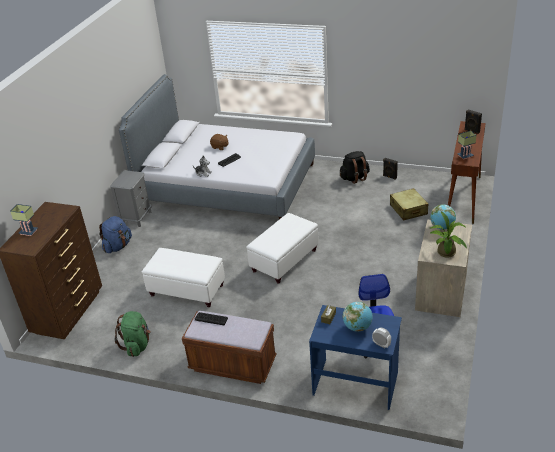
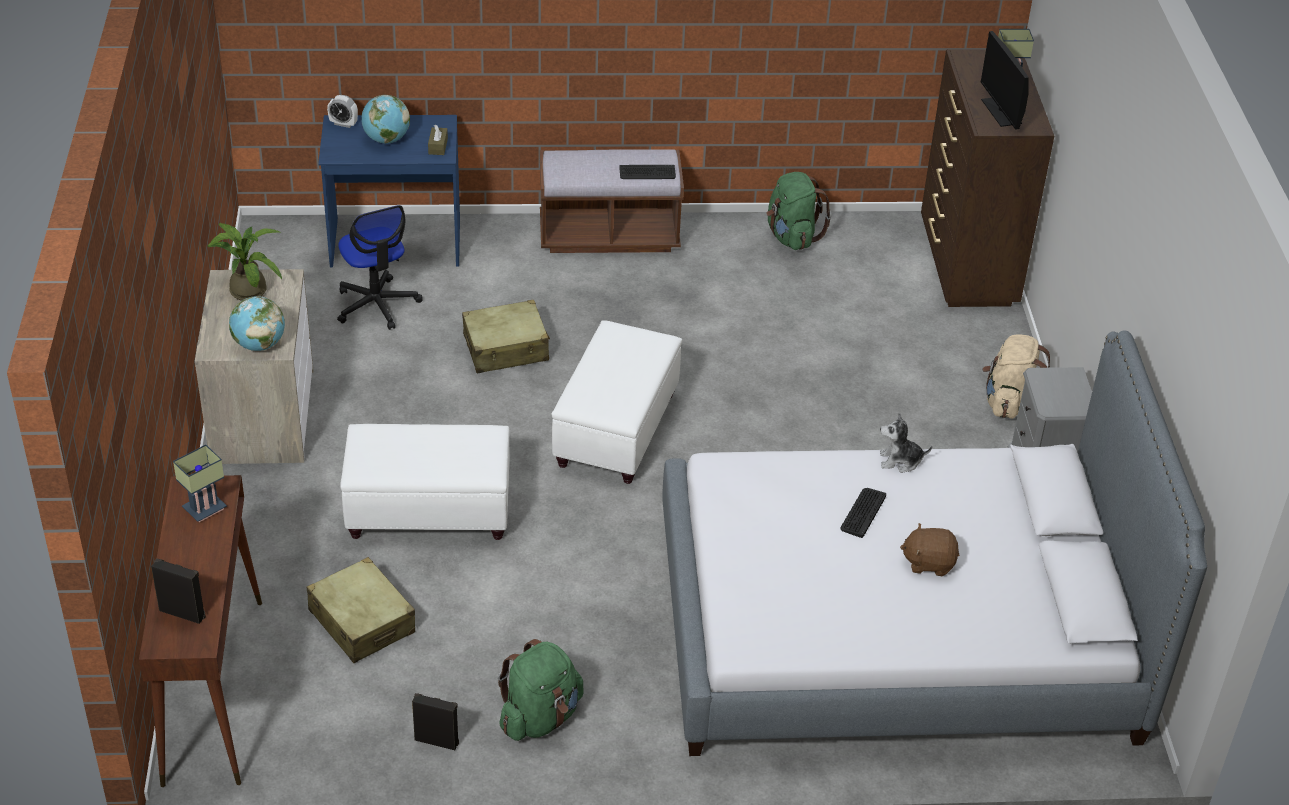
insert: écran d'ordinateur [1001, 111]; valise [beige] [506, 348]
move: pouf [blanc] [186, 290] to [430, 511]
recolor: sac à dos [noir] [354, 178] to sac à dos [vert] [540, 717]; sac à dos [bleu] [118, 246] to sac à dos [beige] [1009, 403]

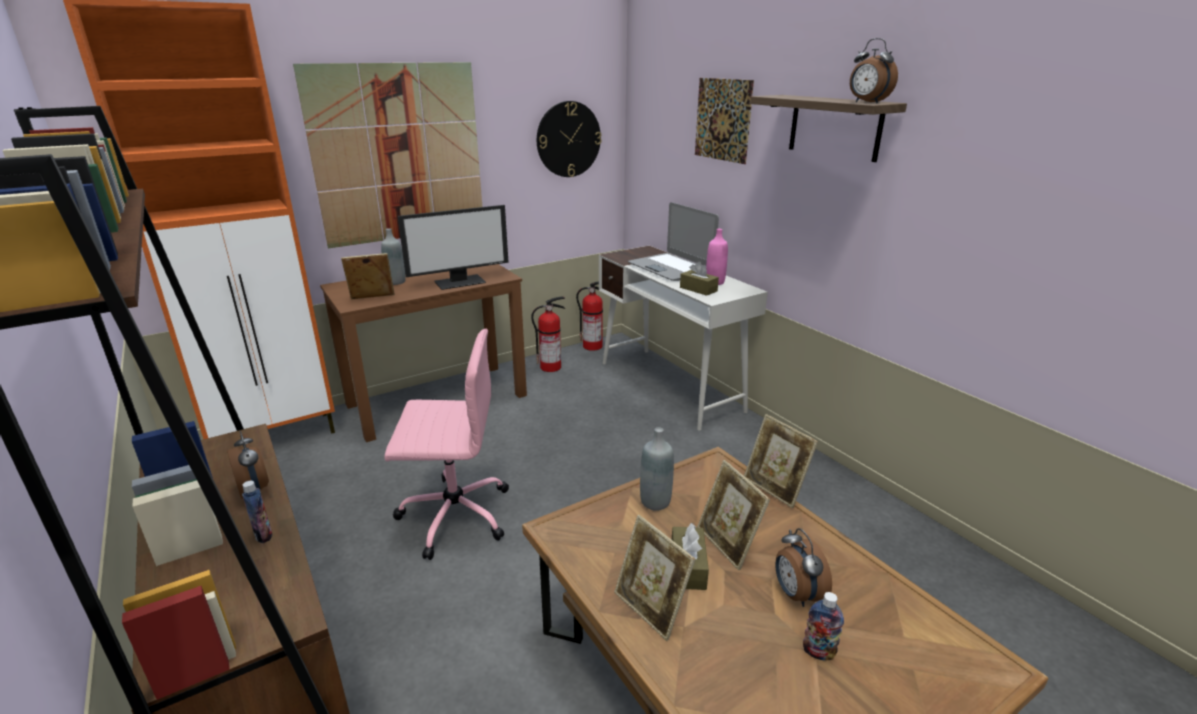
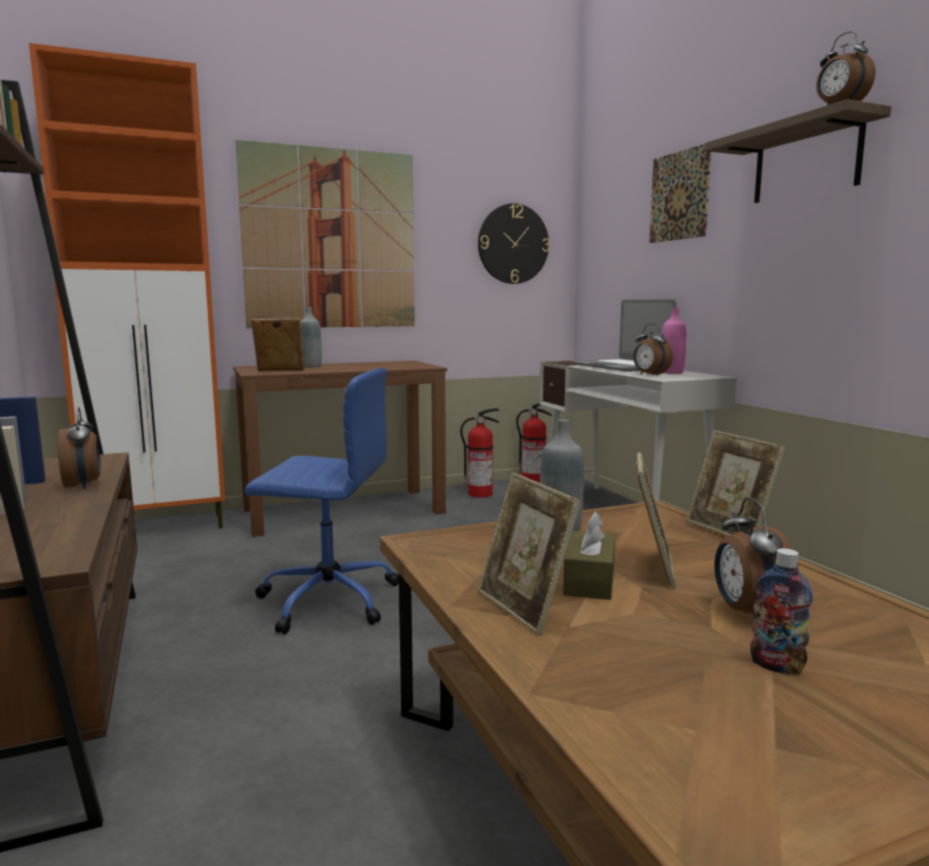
delete: écran d'ordinateur [460, 282]; bouteille [263, 535]
replace: boîte à mouchoirs [marron] [698, 289] to réveil [649, 375]
recolor: chaise de bureau [rose] [453, 515] to chaise de bureau [bleu] [326, 599]
rotate: cadre photo [728, 544] = [652, 567] 150 degrees counterclockwise

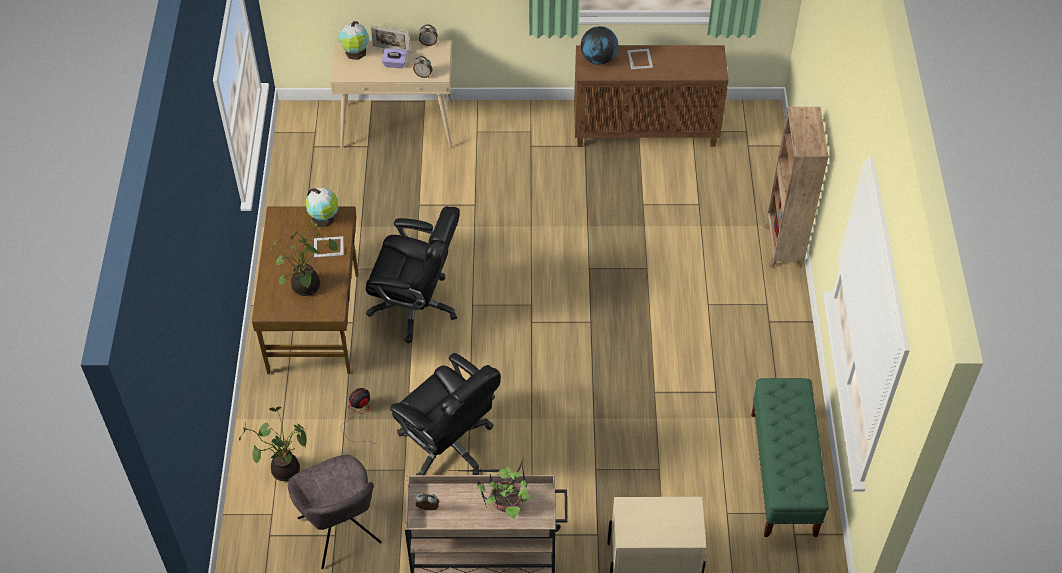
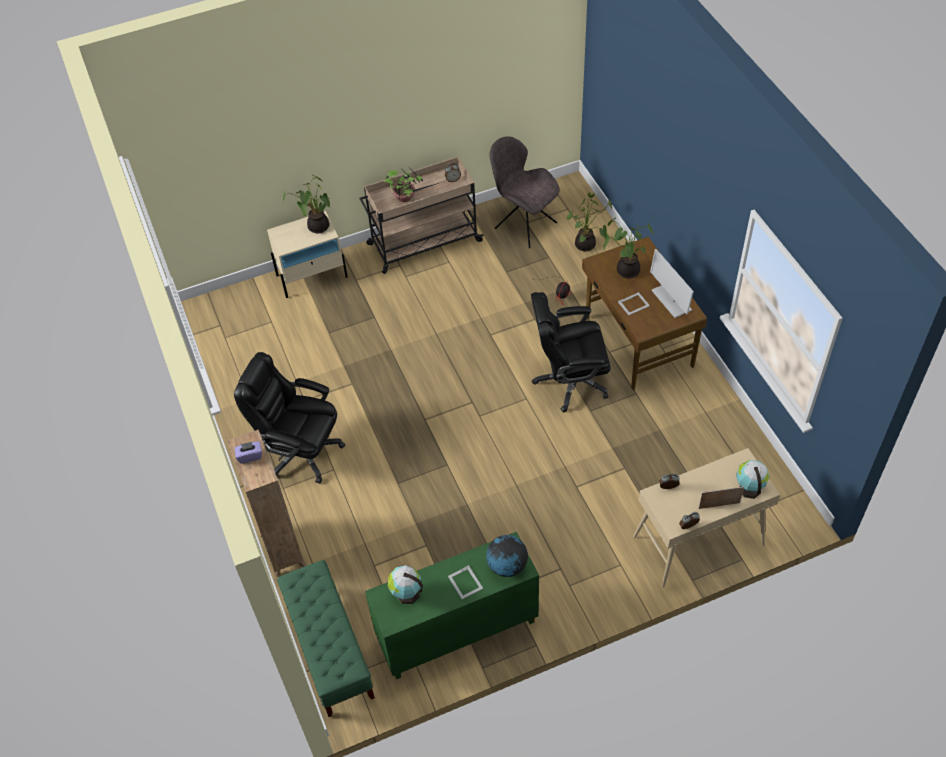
insert: plante en pot [316, 227]; écran d'ordinateur [671, 300]
move: boîte à mouchoirs [violet] [395, 64] to [250, 456]; globe [324, 218] to [406, 593]; chaise de bureau [noir] [448, 445] to [301, 452]; banc [vert] [783, 474] to [330, 650]
recolor: meuble de rangement [marron] [646, 130] to meuble de rangement [vert] [456, 632]

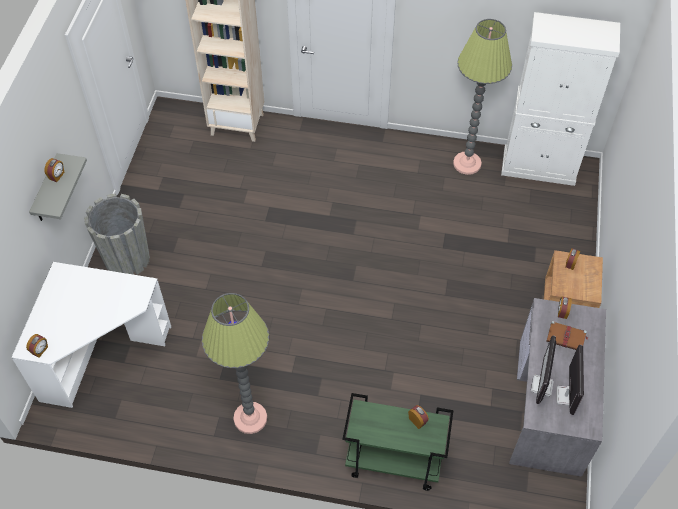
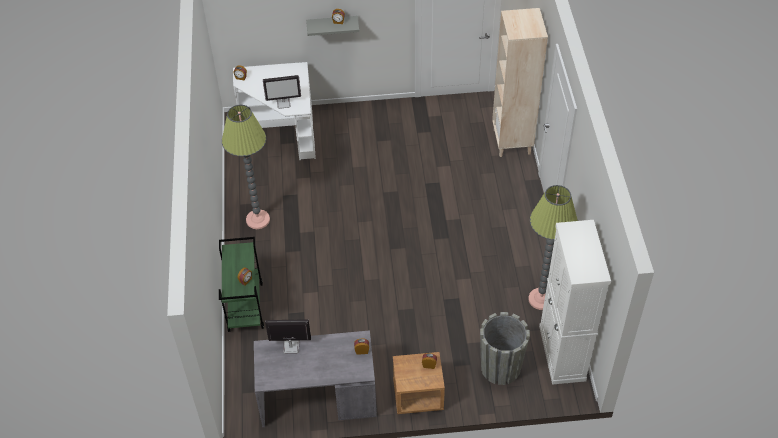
delete: livre [marron] [566, 337]
move: cache-pot [gris] [127, 259] to [500, 368]; écran d'ordinateur [566, 395] to [284, 103]

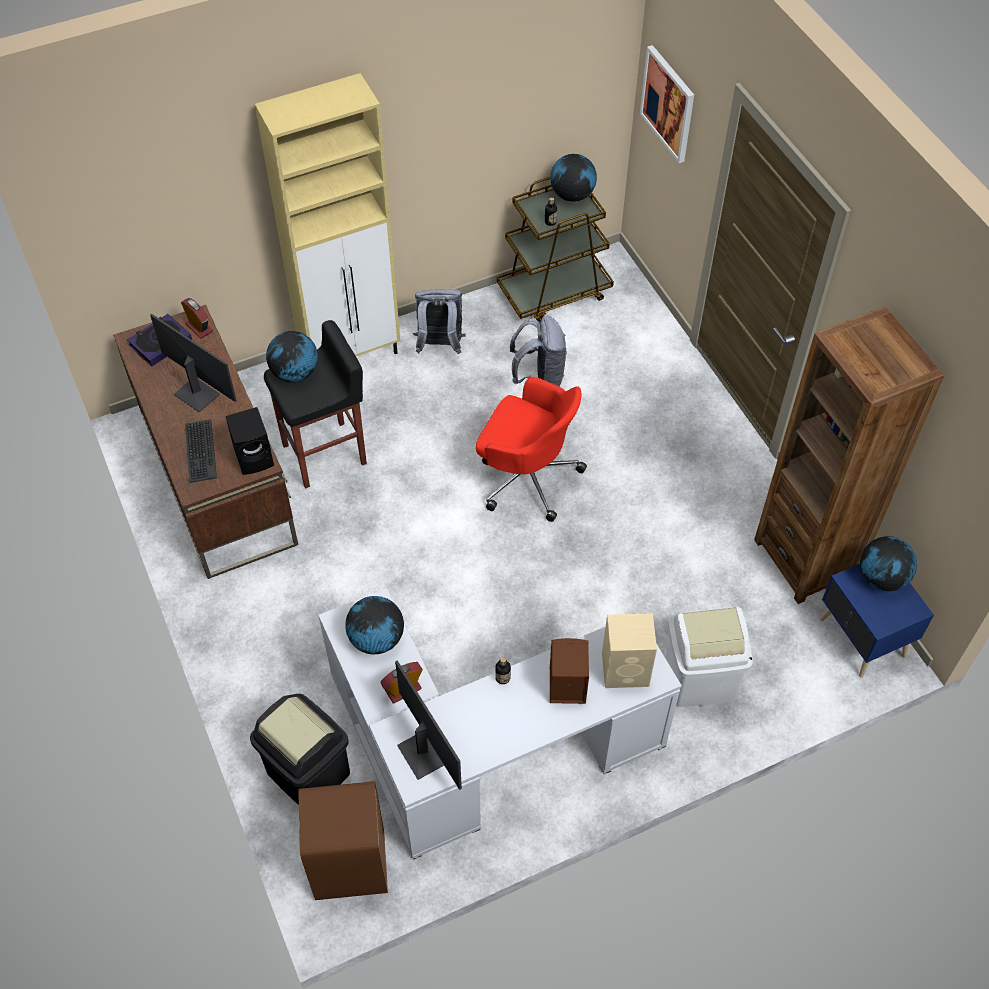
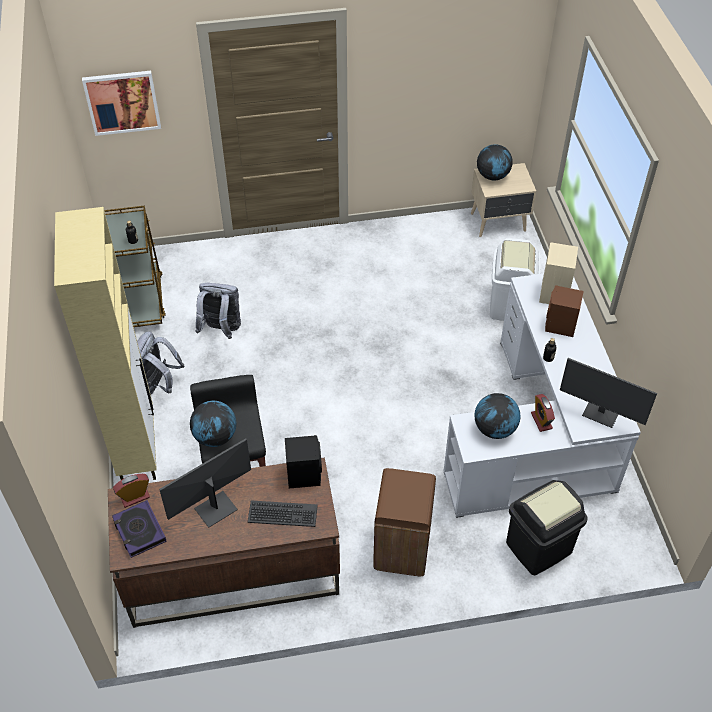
delete: globe [572, 195]; bibliothèque [marron] [805, 559]; chaise de bureau [rouge] [527, 476]
move: poubelle [marron] [349, 865] to [401, 549]
recolor: table de chevet [bleu] [861, 639] to table de chevet [beige] [499, 223]
rotate: écran d'ordinateur [423, 753] = [601, 413] 135 degrees counterclockwise

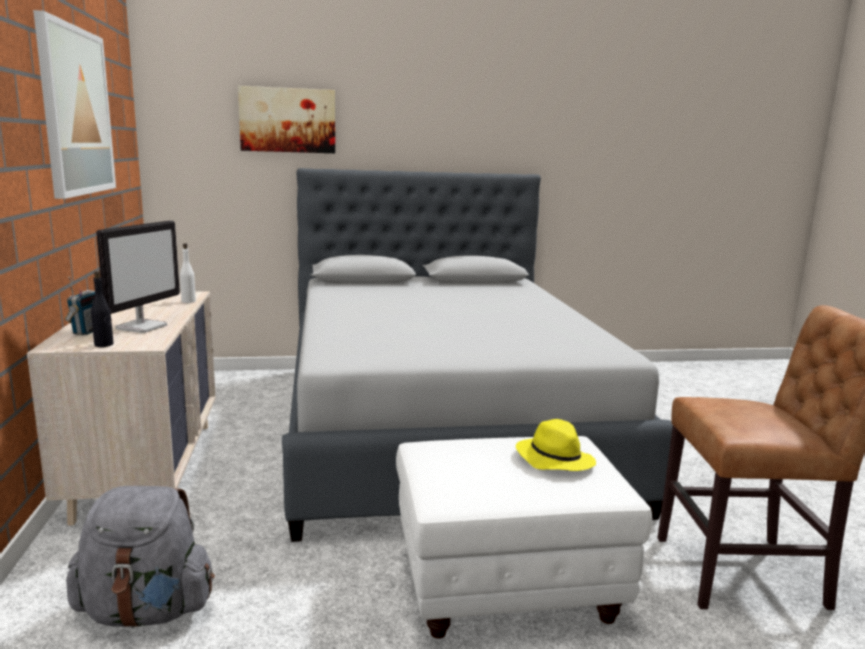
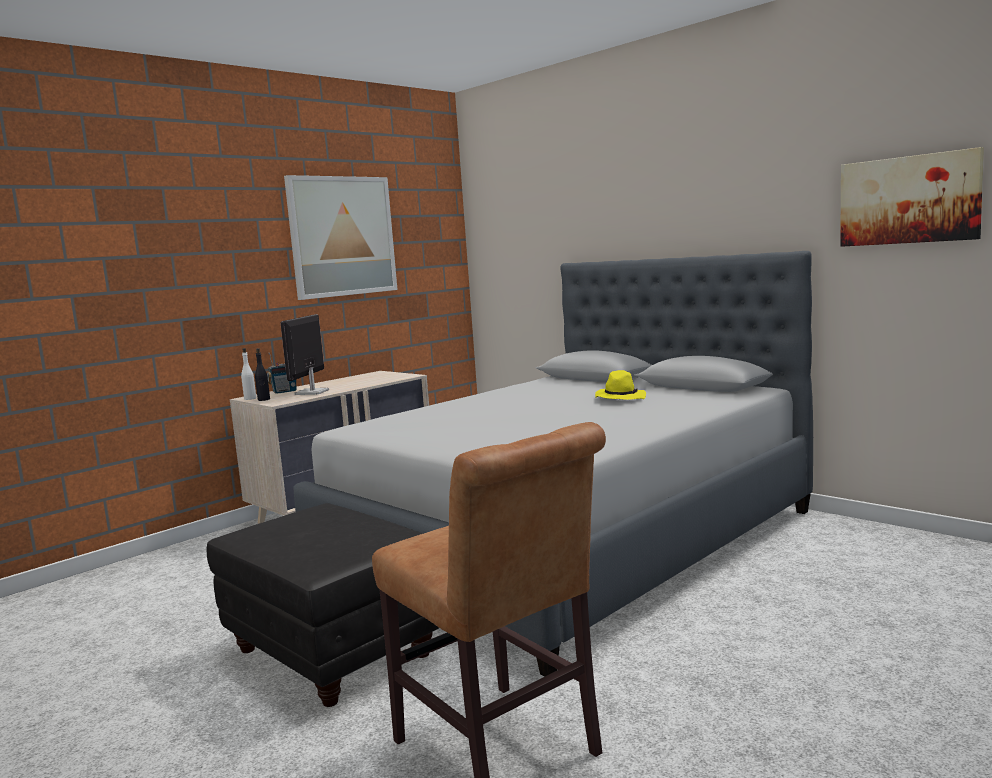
delete: sac à dos [gris] [146, 611]
move: tableau [288, 120] to [908, 200]; bouteille [blanc] [188, 301] to [250, 398]; chapeau [jaune] [553, 459] to [620, 398]
recolor: pouf [blanc] [506, 586] to pouf [noir] [334, 651]
rotate: écran d'ordinateur [142, 327] = [311, 392] 120 degrees clockwise

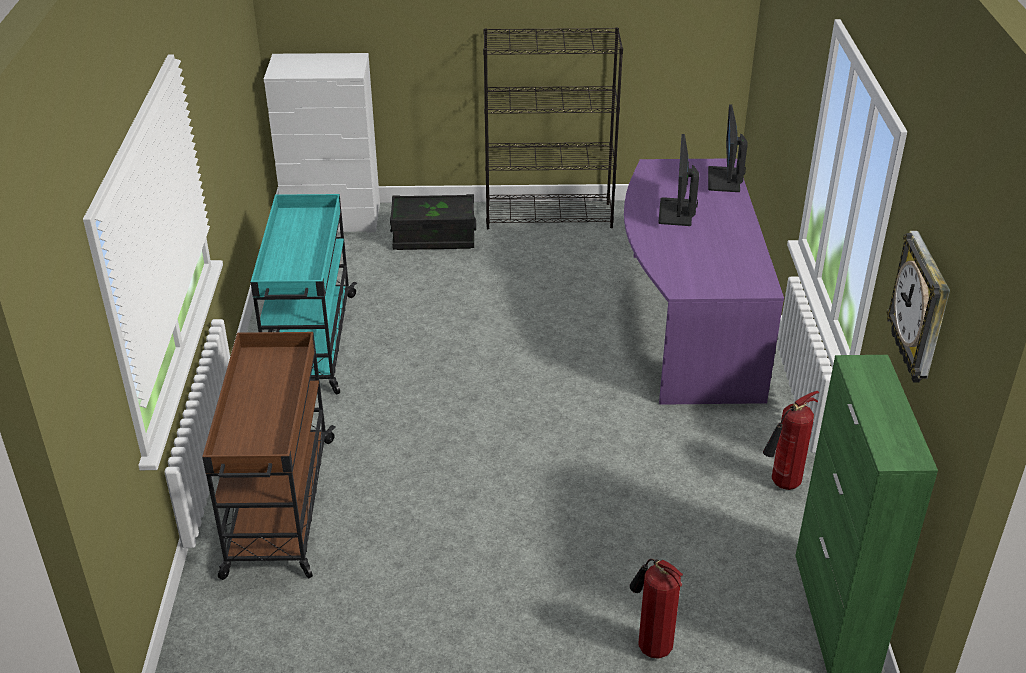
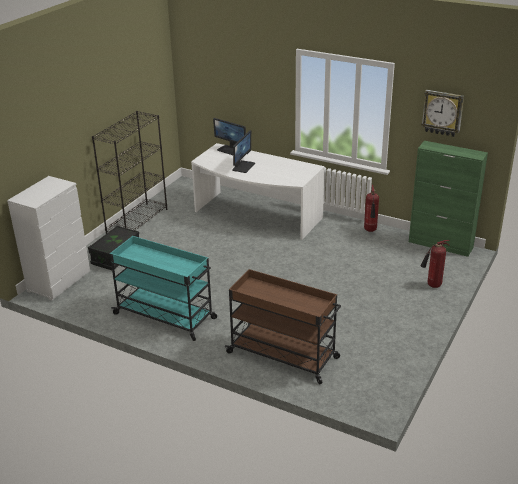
recolor: bureau [violet] [686, 323] to bureau [blanc] [256, 216]
rotate: écran d'ordinateur [676, 212] = [243, 166] 105 degrees counterclockwise

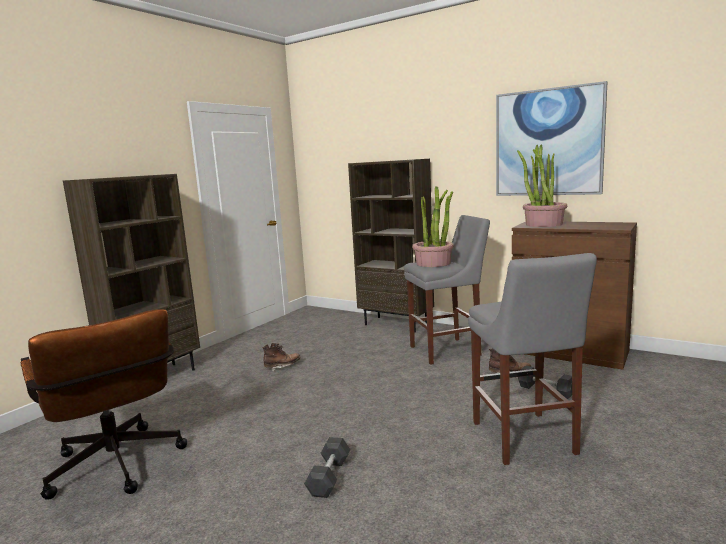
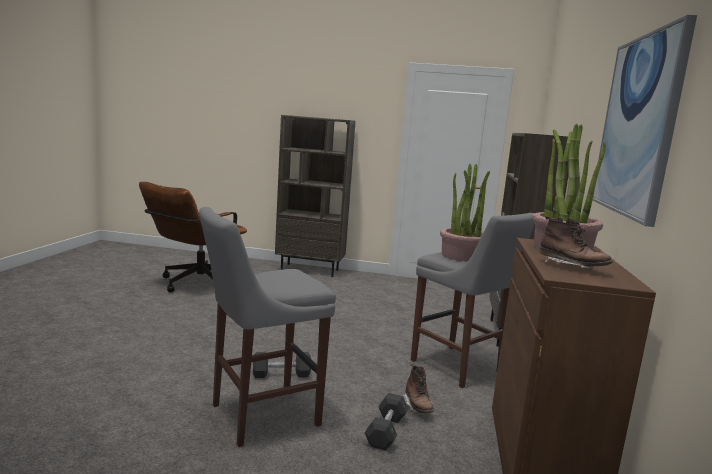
move: botte [marron] [282, 366] to [571, 267]; haltère [gris] [329, 477] to [281, 374]

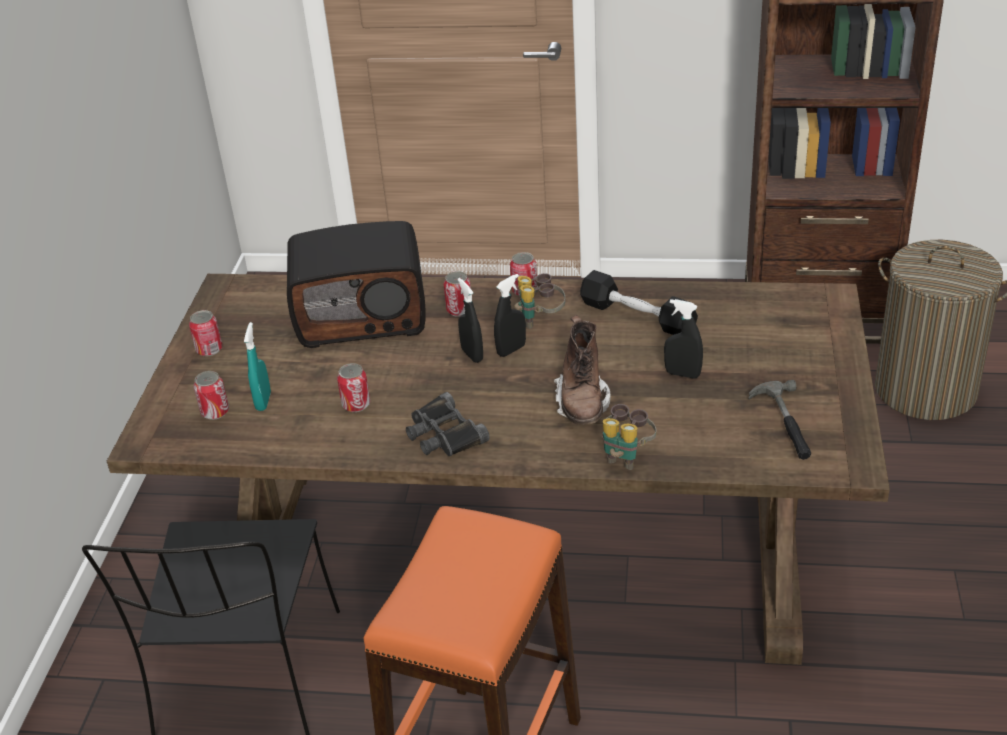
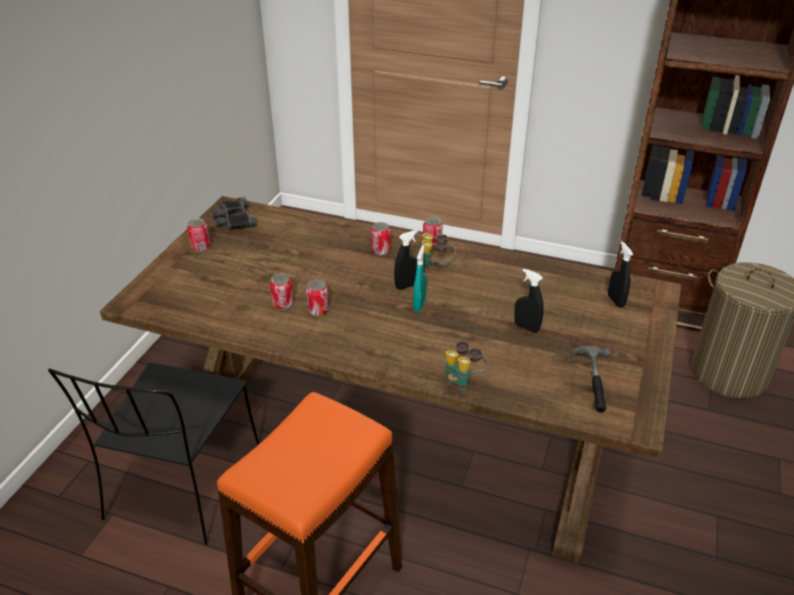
delete: radio [362, 315]; haltère [noir] [637, 316]; botte [marron] [582, 404]
move: vaporisateur [noir] [472, 355] to [615, 301]; vaporisateur [turquoise] [263, 401] to [419, 305]; boîte métallique [215, 412] to [318, 310]; jumelles [noir] [444, 434] to [234, 219]

